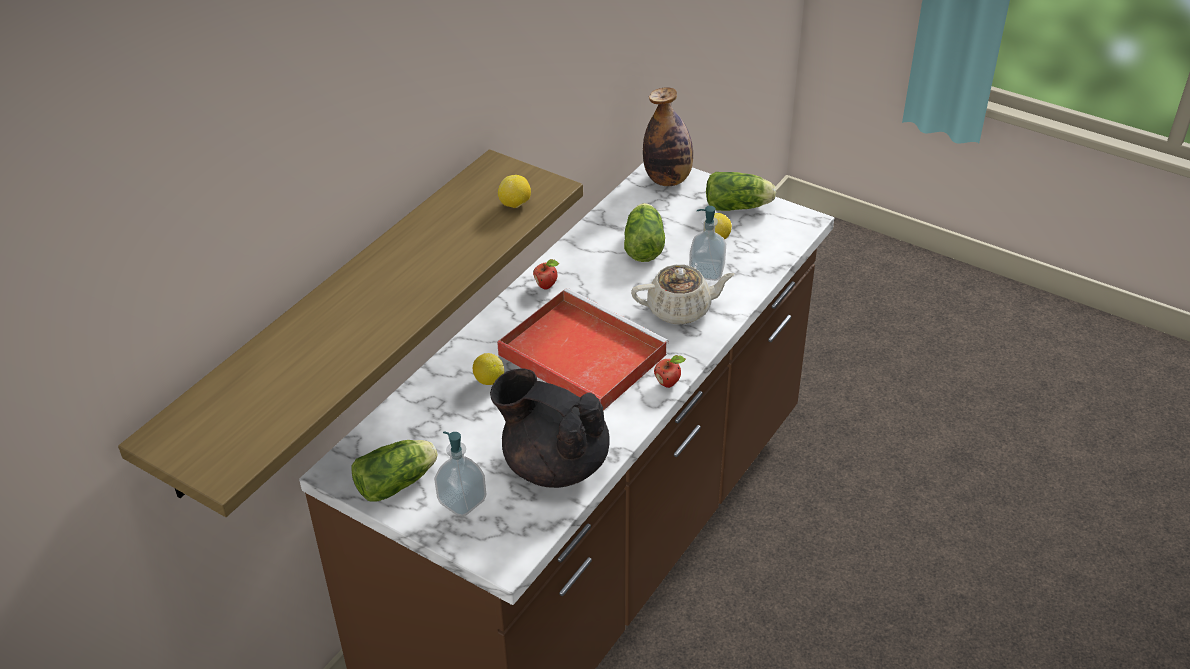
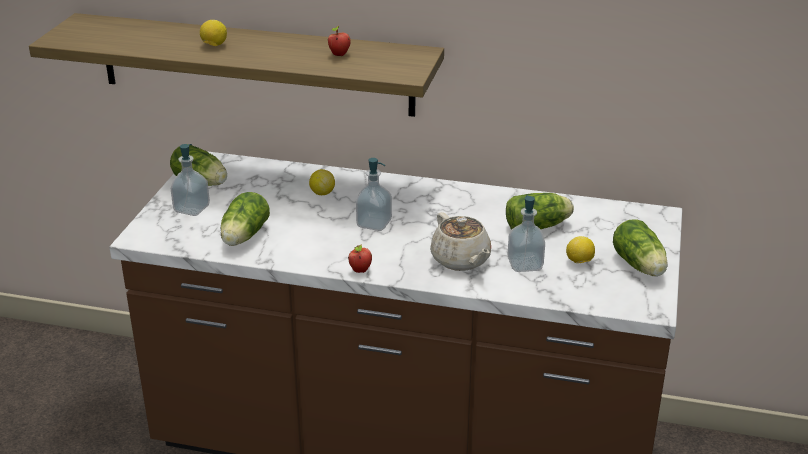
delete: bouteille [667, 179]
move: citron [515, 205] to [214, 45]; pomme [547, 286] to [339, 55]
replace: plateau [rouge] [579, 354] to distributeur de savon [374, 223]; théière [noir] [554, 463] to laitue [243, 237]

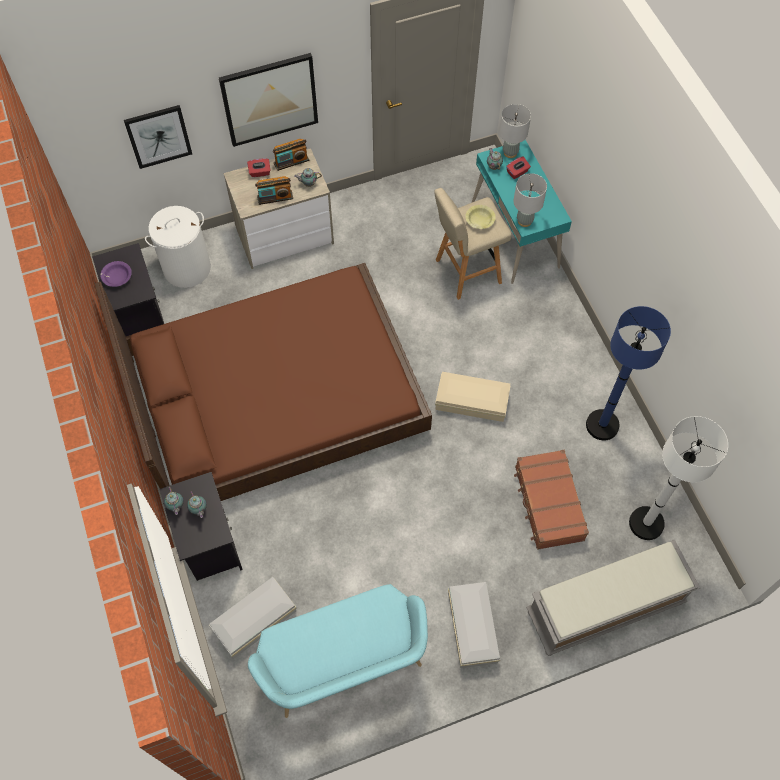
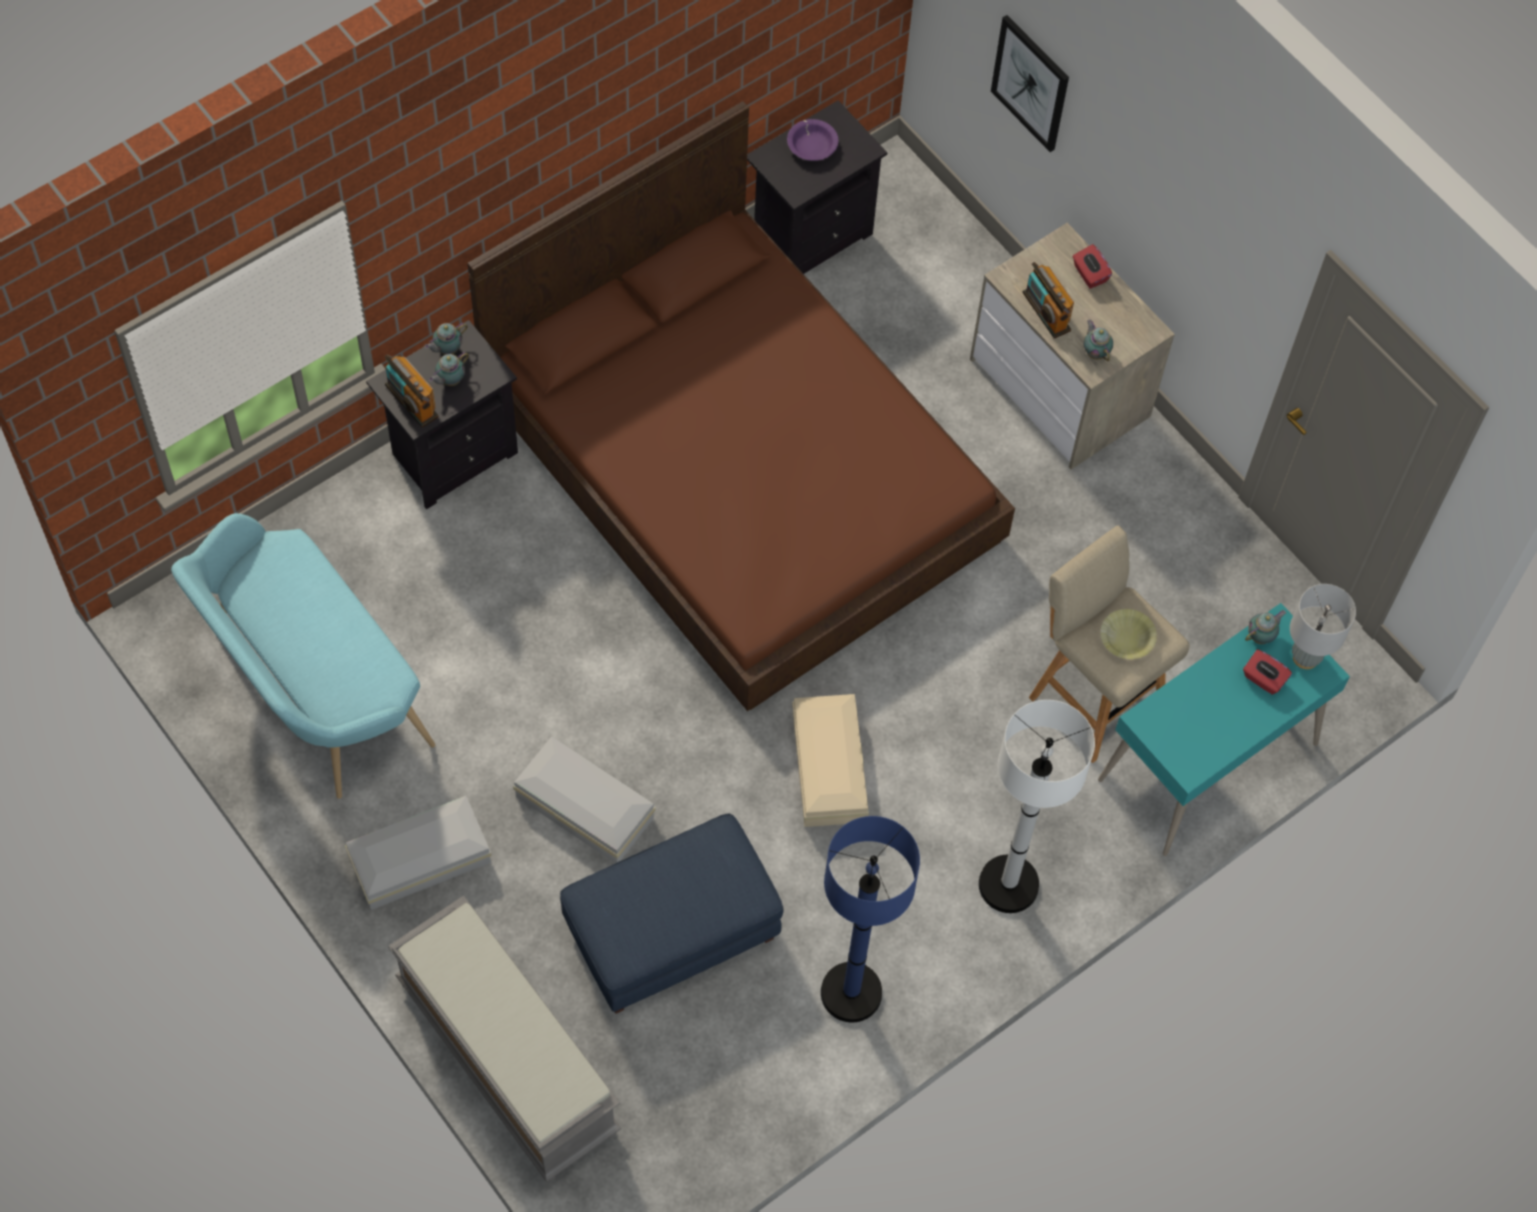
delete: tableau [269, 99]; lampe de table [gris] [524, 221]; panier à linge [blanc] [187, 268]
move: radio [291, 162] to [411, 401]; lampadaire [blanc] [646, 523] to [1008, 885]; boîte de rangement [blanc] [253, 620] to [584, 805]
replace: valise [marron] [548, 503] to pouf [bleu] [670, 931]

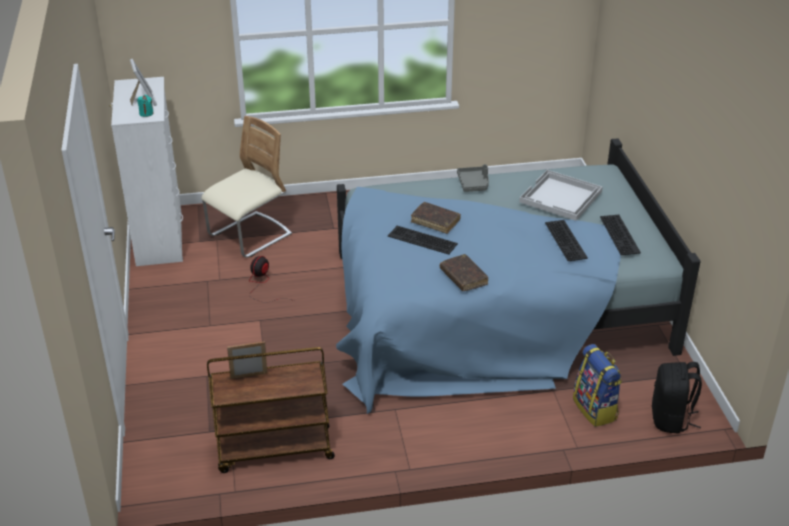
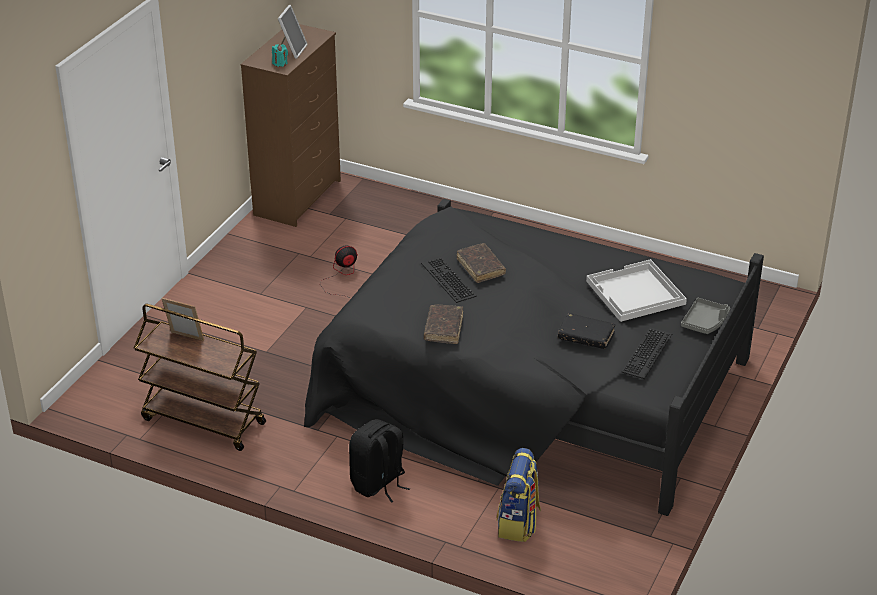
delete: chaise [beige] [250, 236]
move: plateau [gris] [474, 184] to [705, 322]; sac à dos [noir] [671, 419] to [378, 484]
replace: clavier [567, 240] to livre [noir] [586, 336]
recolor: commode [blanc] [160, 238] to commode [marron] [299, 197]; lit [bleu] [494, 308] to lit [noir] [530, 389]

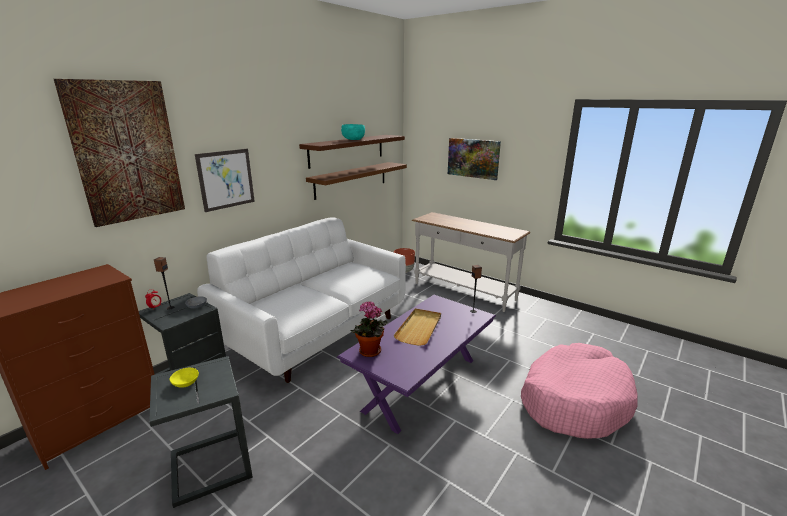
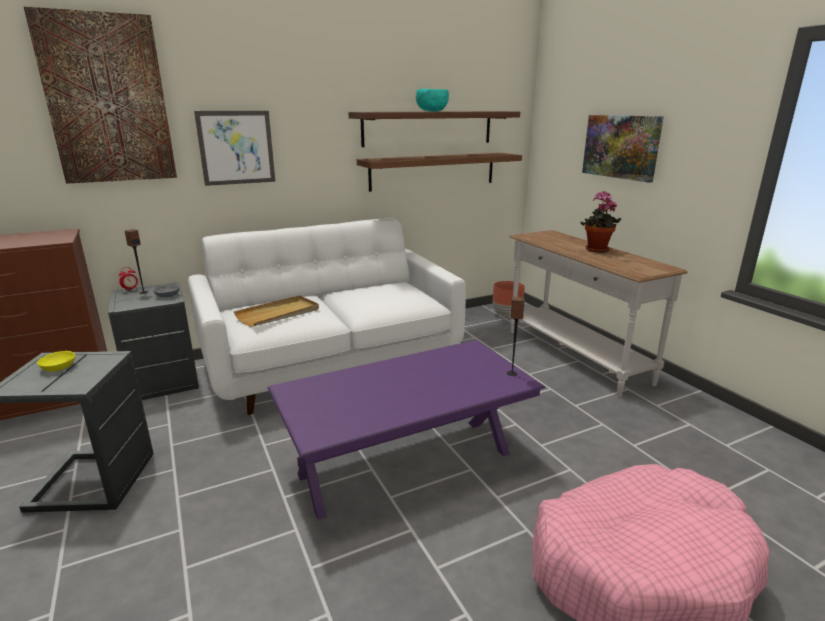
move: plante en pot [369, 352] to [596, 250]; plateau [beige] [419, 328] to [278, 314]

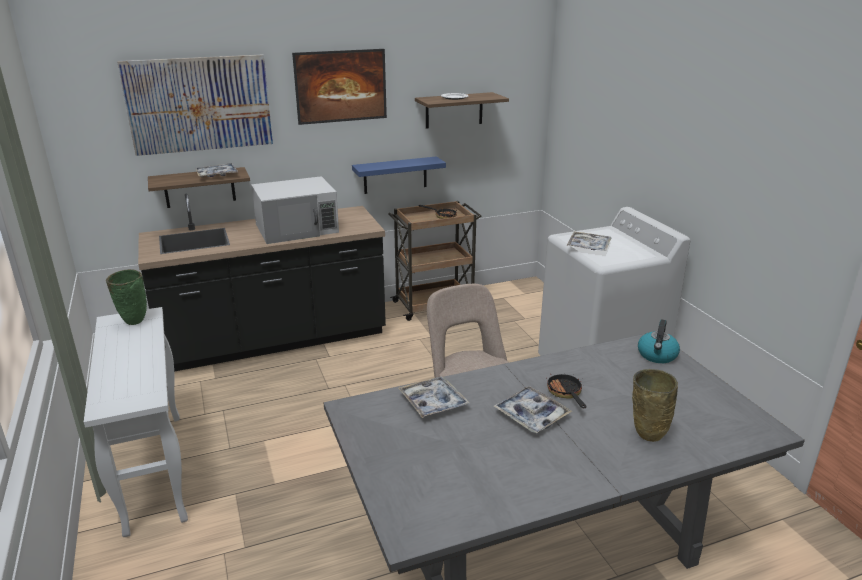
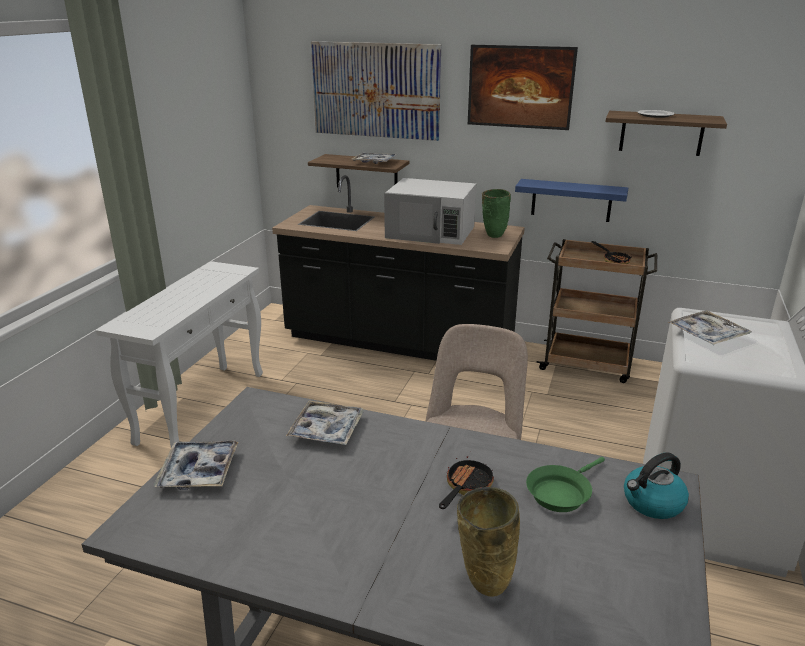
insert: poêle [vert] [561, 492]
move: vase [vert] [133, 322] to [493, 236]; plateau [531, 415] to [199, 471]

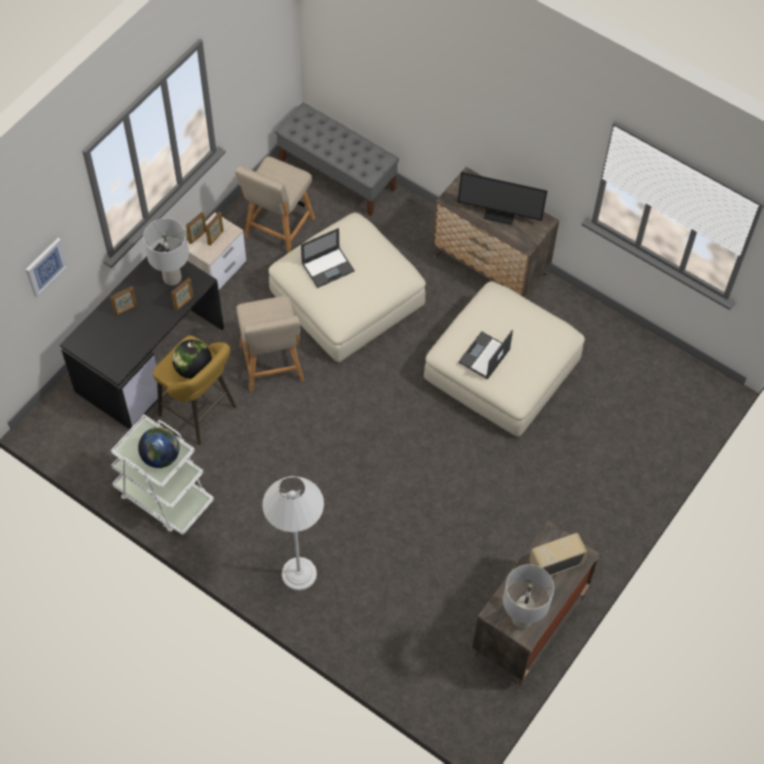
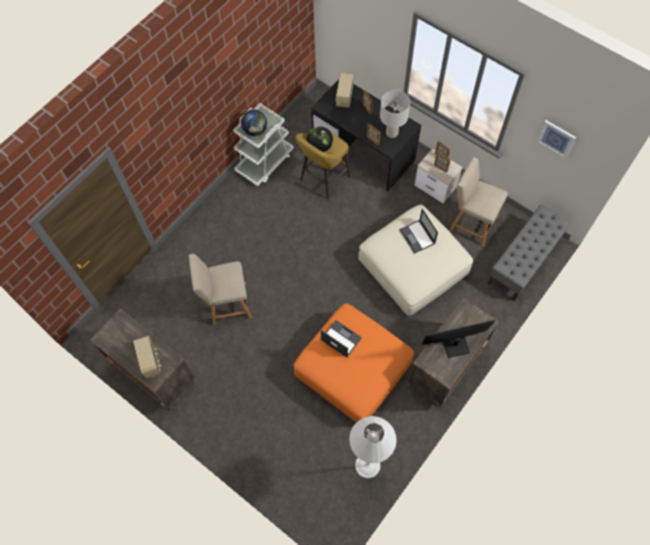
delete: lampe de table [gris] [522, 619]
insert: radio [344, 97]
move: tableau [46, 266] to [556, 138]; chaise [beige] [272, 366] to [227, 304]; lampadaire [blanc] [299, 574] to [367, 465]
recolor: pouf [beige] [502, 370] to pouf [orange] [353, 368]
rotate: écran d'ordinateur [500, 211] = [455, 344] 60 degrees clockwise

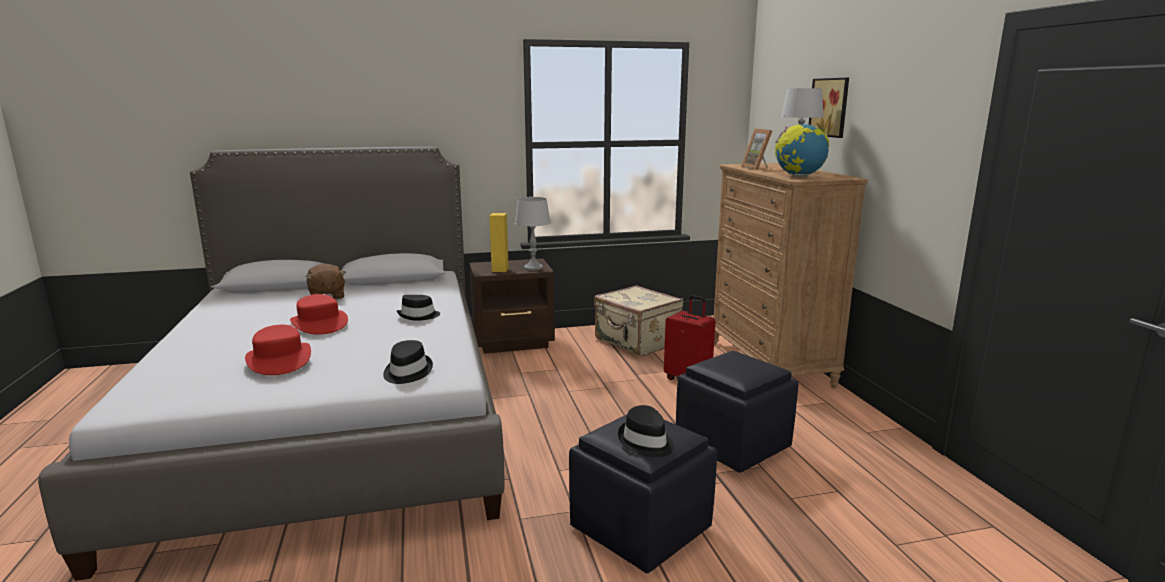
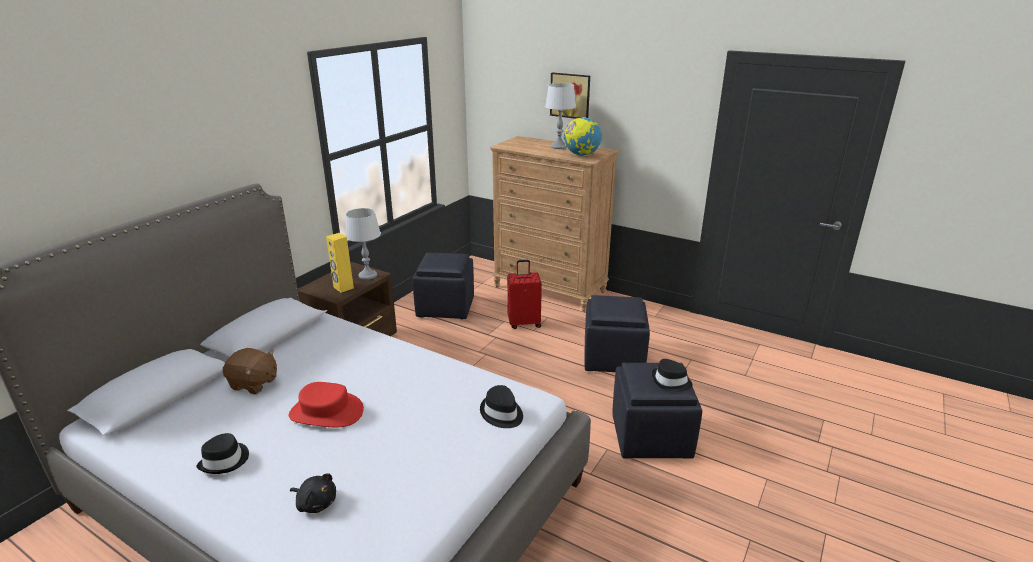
delete: cadre photo [758, 168]; chapeau [rouge] [279, 360]
insert: peluche [noir] [316, 503]
move: chapeau [noir] [419, 316] to [225, 460]
replace: valise [beige] [637, 342] to pouf [noir] [446, 307]

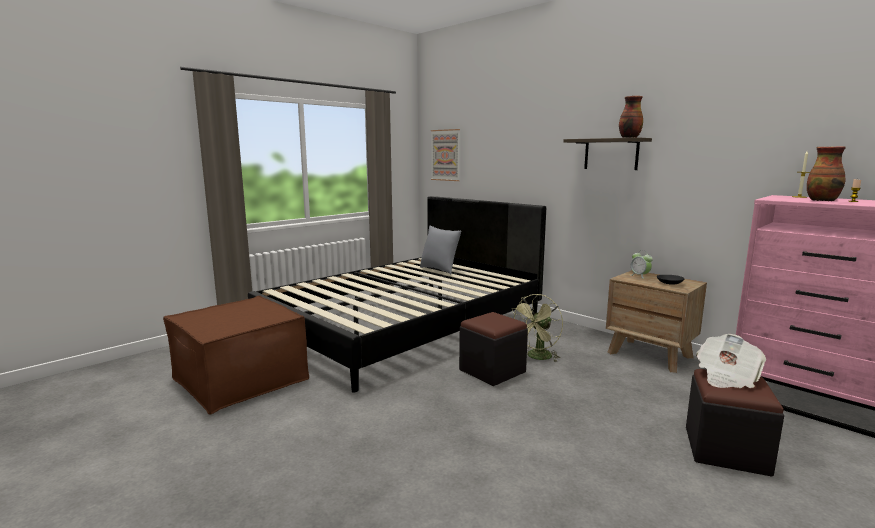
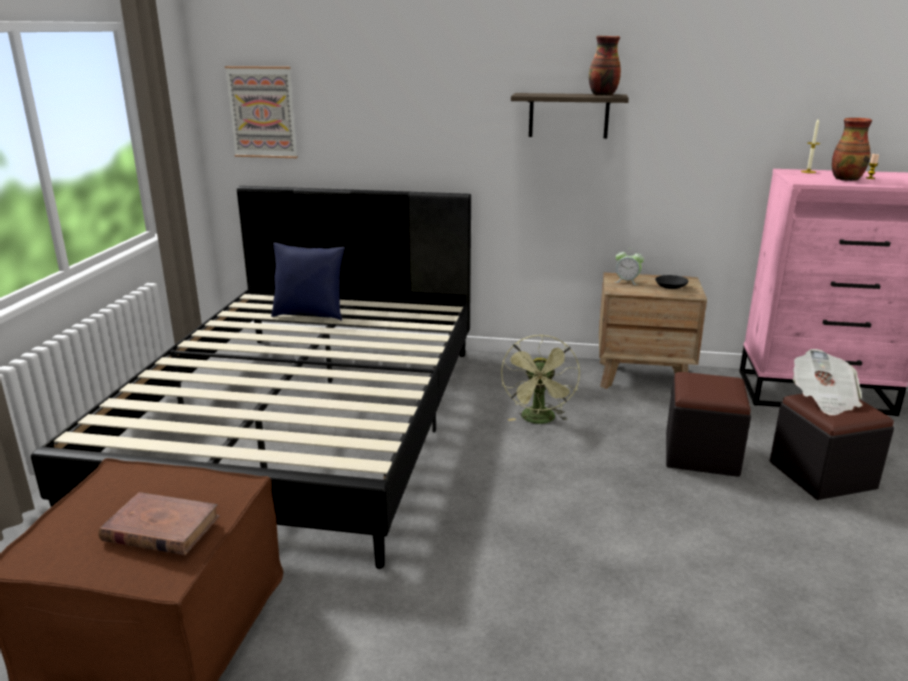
insert: livre [marron] [161, 528]
move: pouf [noir] [492, 371] to [701, 454]
recolor: coussin [gris] [439, 270] to coussin [bleu] [309, 314]

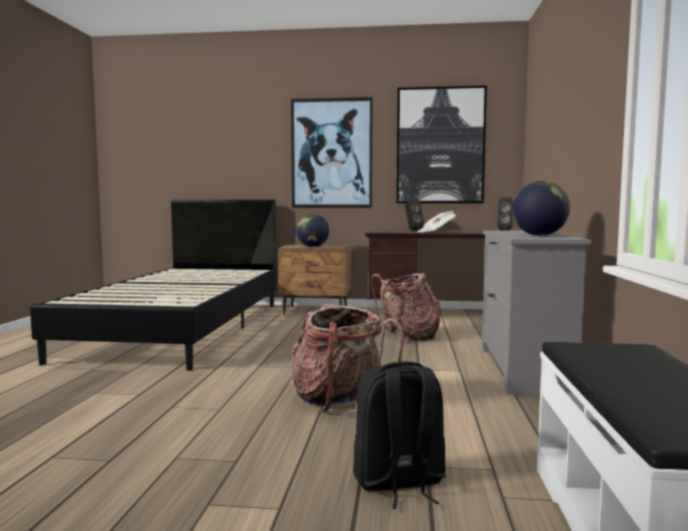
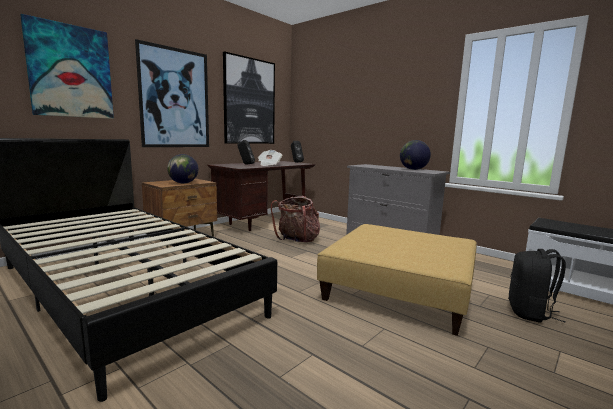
insert: tableau [70, 71]
replace: sac à dos [340, 400] to pouf [beige] [400, 290]

